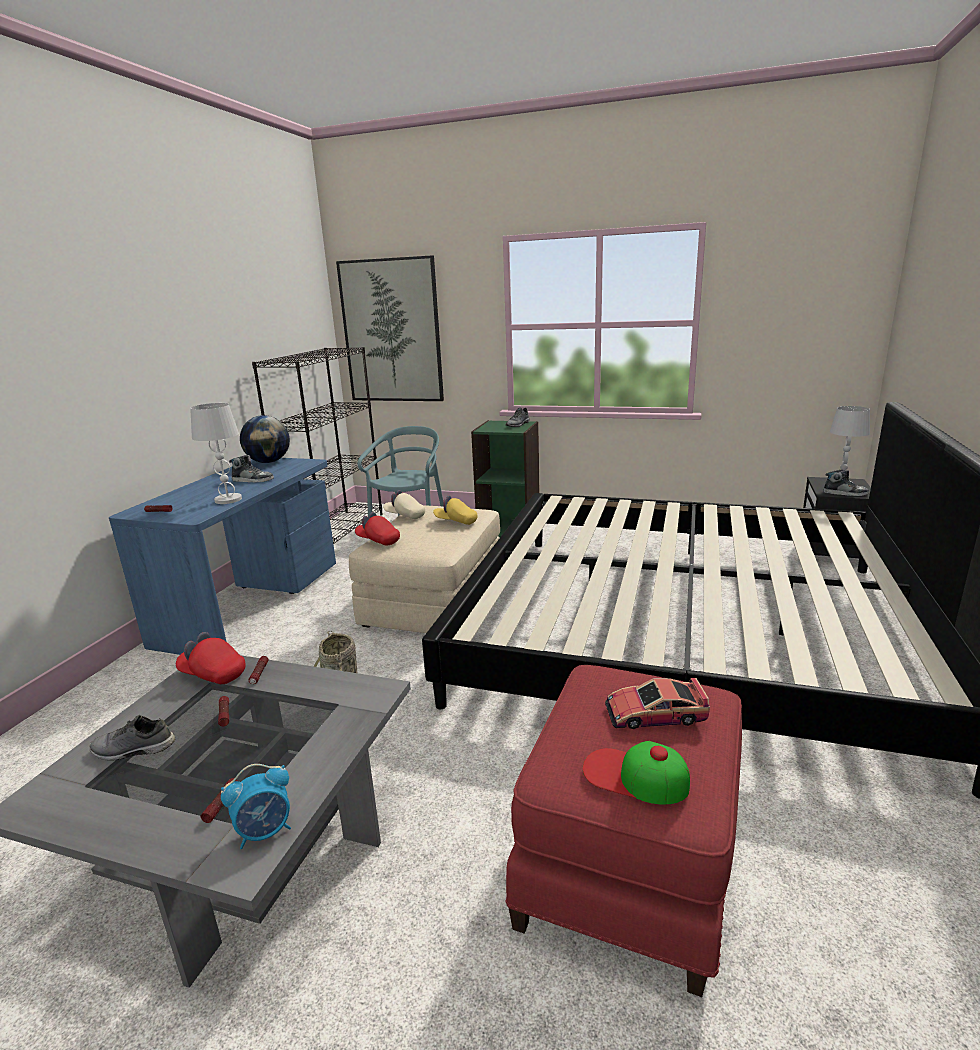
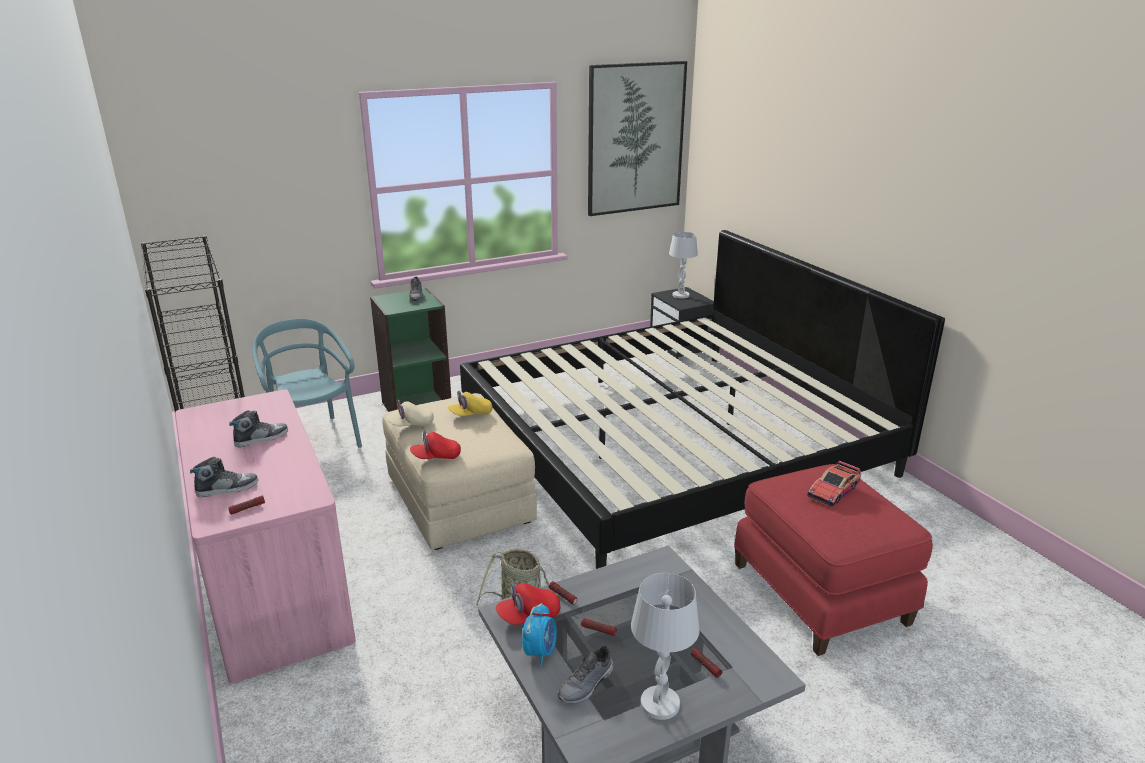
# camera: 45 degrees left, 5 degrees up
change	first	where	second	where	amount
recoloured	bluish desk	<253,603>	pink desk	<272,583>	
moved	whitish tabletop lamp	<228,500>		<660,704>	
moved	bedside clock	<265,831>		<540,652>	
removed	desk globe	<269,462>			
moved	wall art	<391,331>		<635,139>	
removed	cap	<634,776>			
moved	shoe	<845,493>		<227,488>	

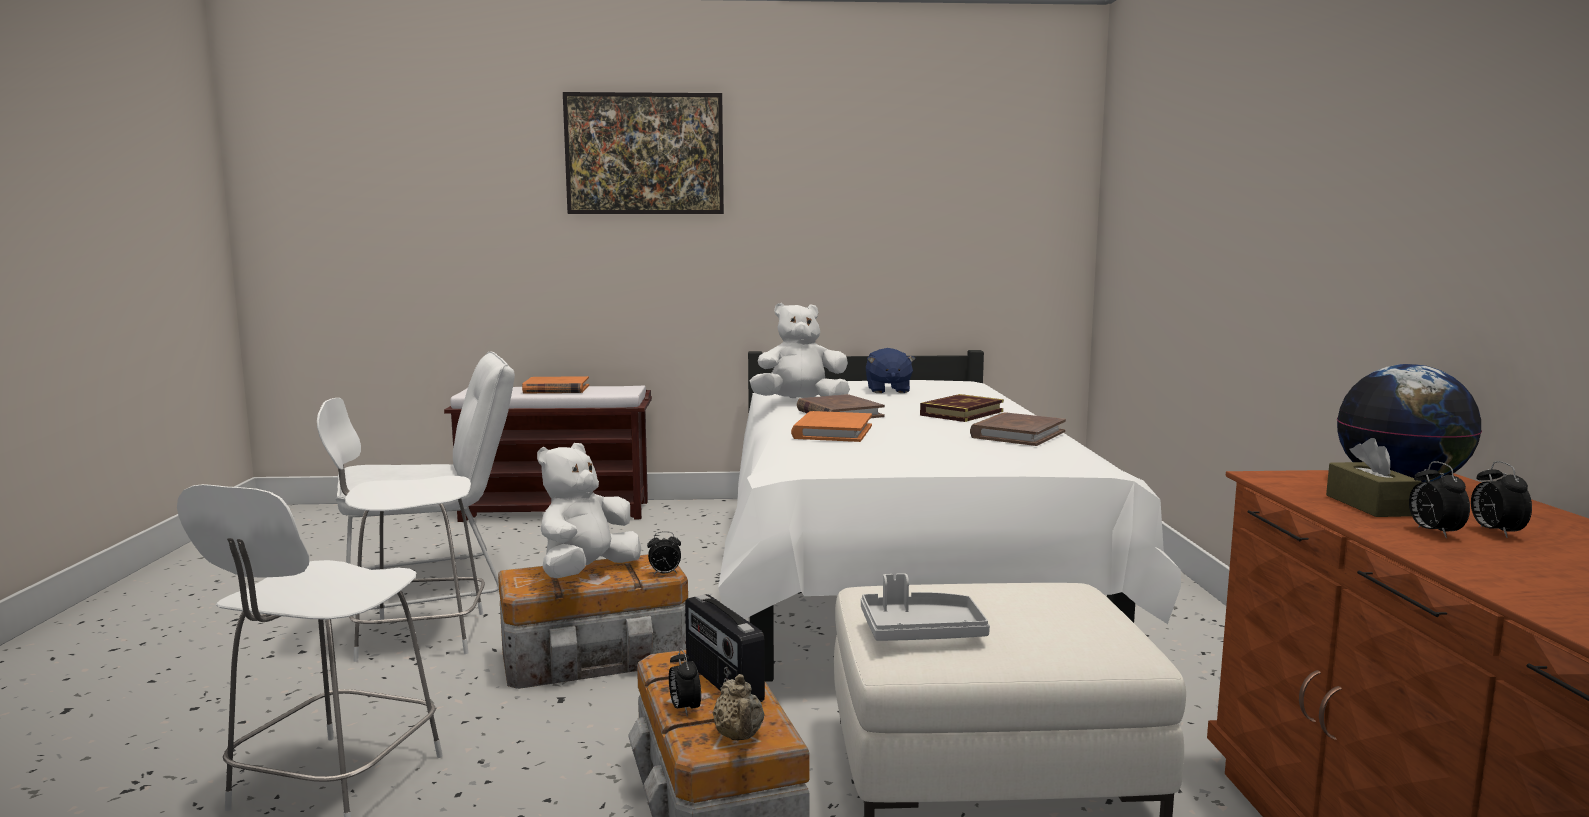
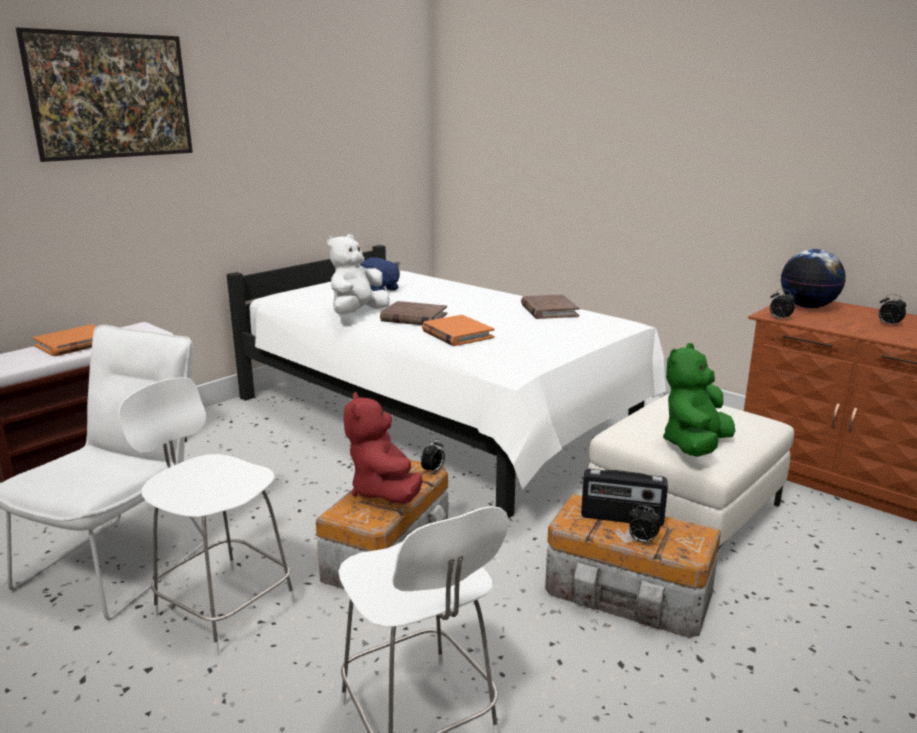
# camera: 45 degrees left, 10 degrees up
change	first	where	second	where	amount
turned	whitish chair	<416,636>		<222,606>	90 degrees clockwise
recoloured	whitish cuddly toy	<586,573>	red cuddly toy	<384,491>	
removed	beige-coloured teapot	<739,737>			
replaced	gray serving tray	<921,632>	green cuddly toy	<695,446>	
removed	bound book	<962,413>			
removed	brownish box of tissues	<1370,505>			
moved	bedside clock	<1433,532>		<779,319>	

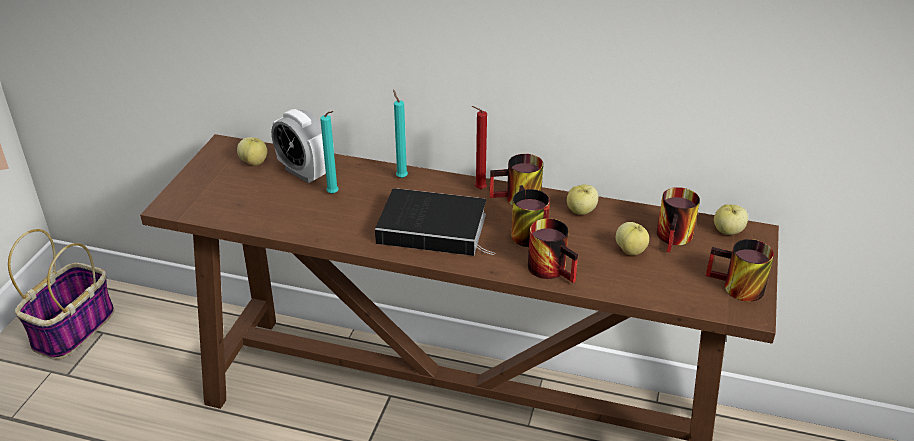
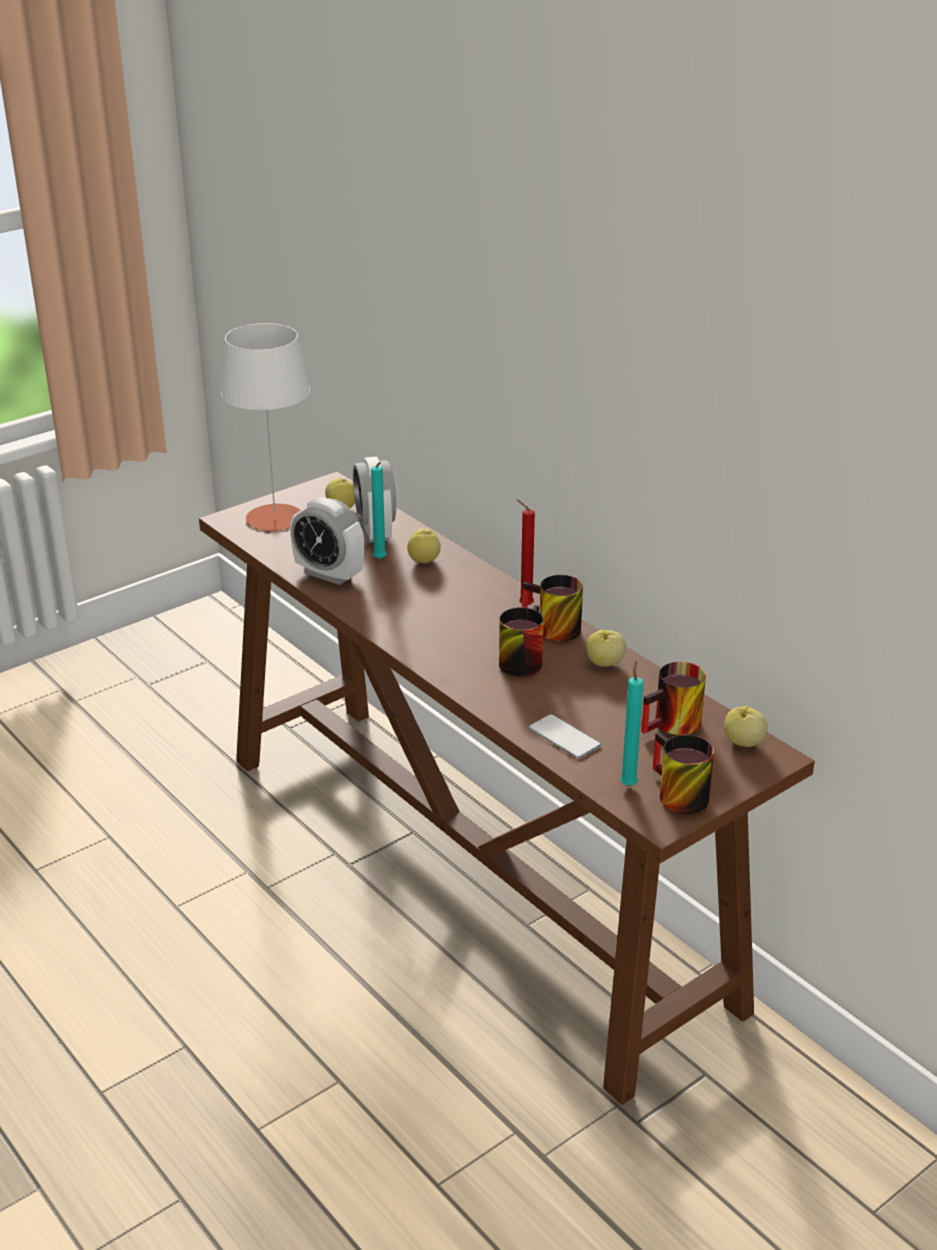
# camera: 35 degrees right, 5 degrees down
change	first	where	second	where	amount
removed	storage basket	<74,328>			
removed	bound book	<436,228>			
moved	turquoise-coloured candle	<401,177>		<628,784>	
removed	coffee mug	<554,268>			
moved	apple	<631,250>		<424,560>	
added			whitish tabletop lamp	<275,518>	
added			bedside clock	<329,574>	
added			handset	<564,737>	

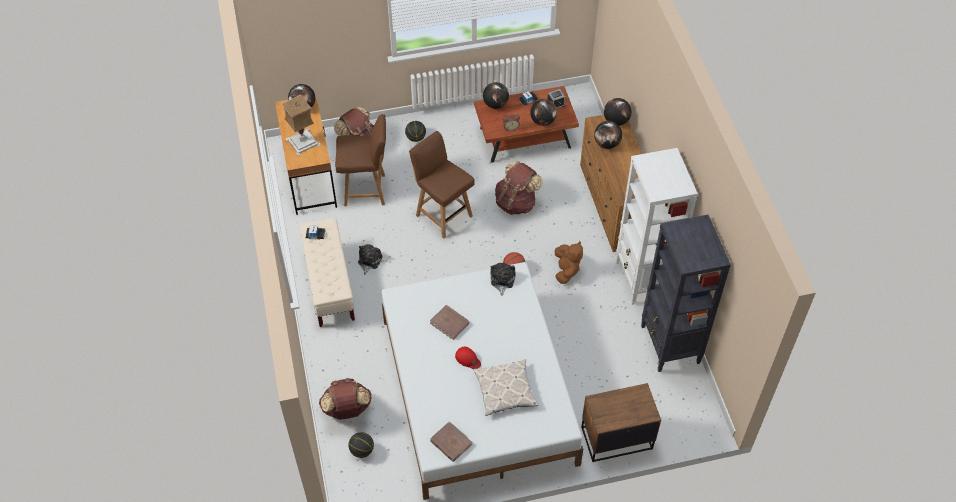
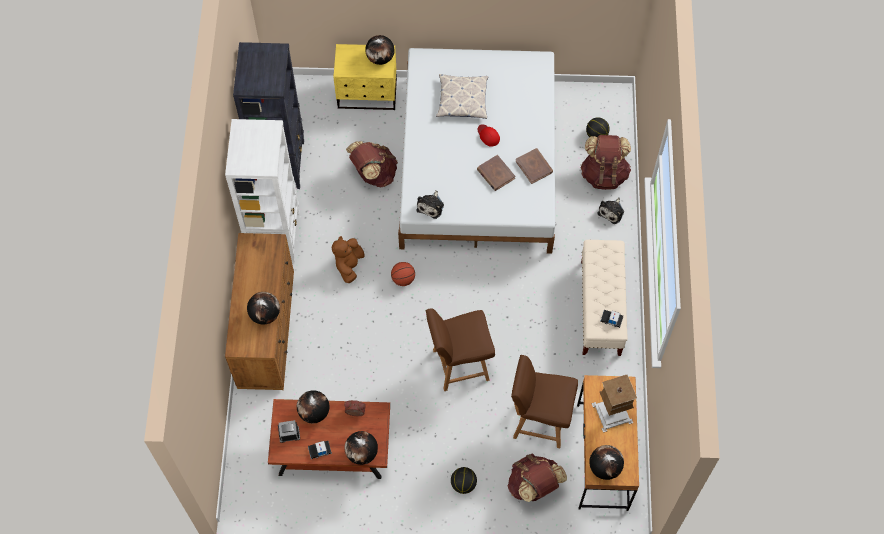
# camera: 165 degrees left, 10 degrees up
change	first	where	second	where	amount
moved	cuddly toy	<369,261>		<612,211>	
turned	brownish chair	<443,215>		<459,365>	105 degrees clockwise
moved	brownish bound book	<451,443>		<534,167>	
moved	brownish knapsack	<516,203>		<373,174>	
recoloured	brownish night table	<616,437>	yellowish night table	<367,94>	
moved	desk globe	<616,121>		<380,58>	

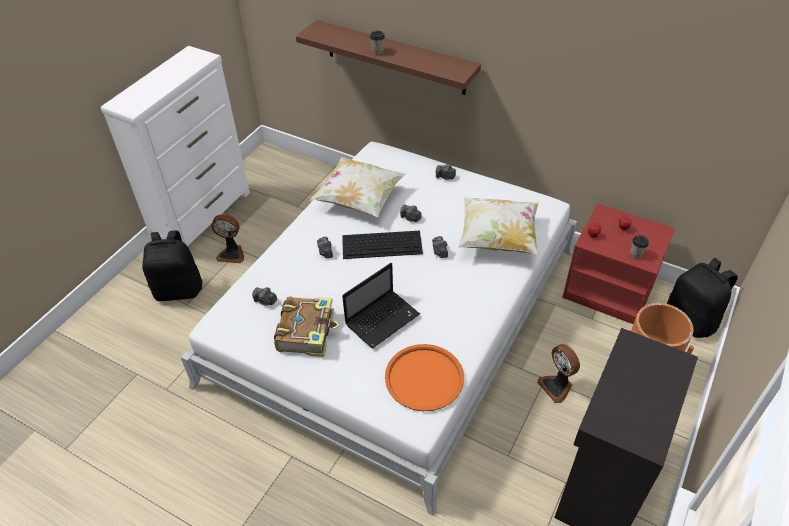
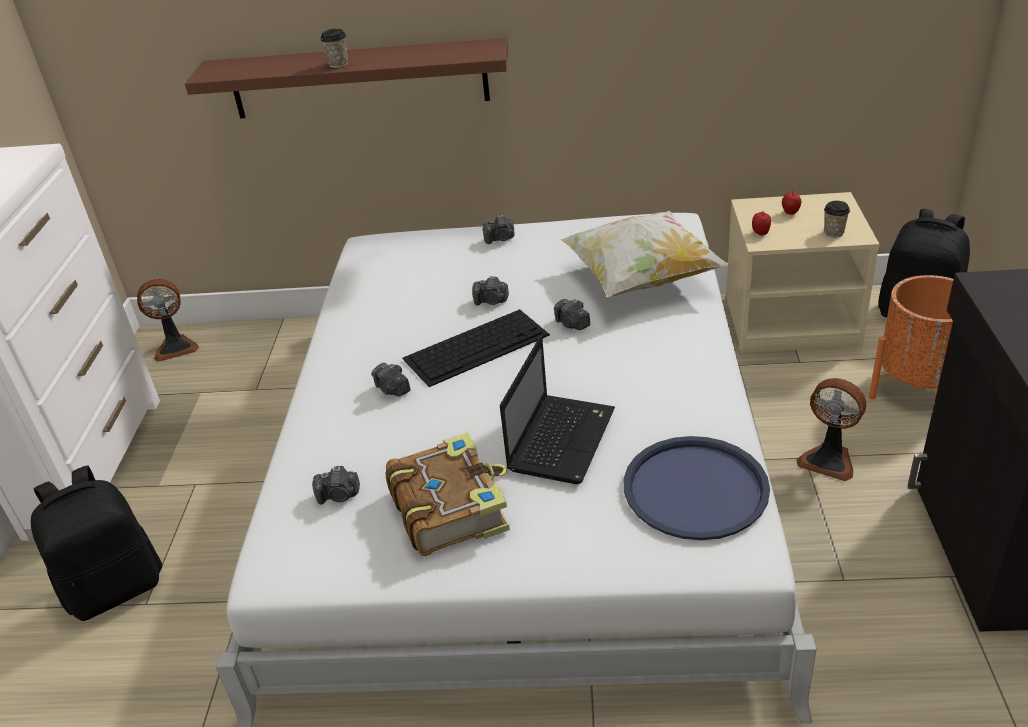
# camera: 25 degrees left, 10 degrees down
change	first	where	second	where	amount
moved	fan	<232,254>		<176,347>	
removed	cushion	<359,199>			
recoloured	orangey serving tray	<424,378>	bluish serving tray	<695,488>	
recoloured	red night table	<610,289>	beige-coloured night table	<792,321>	

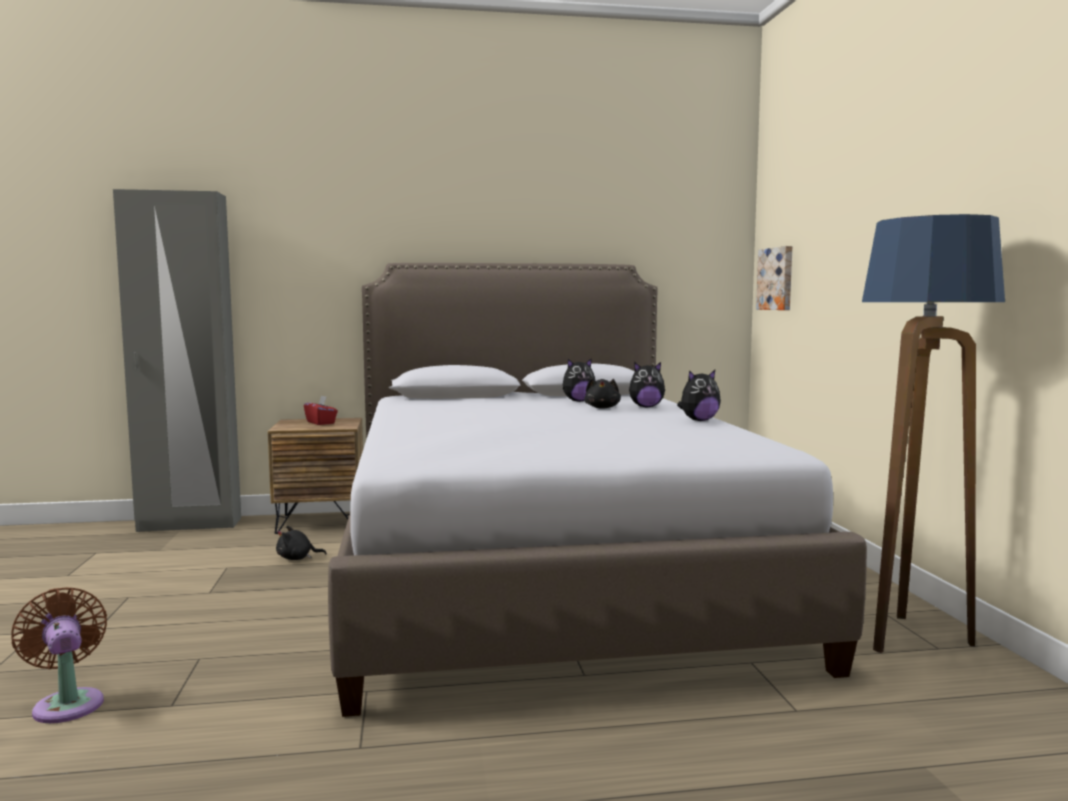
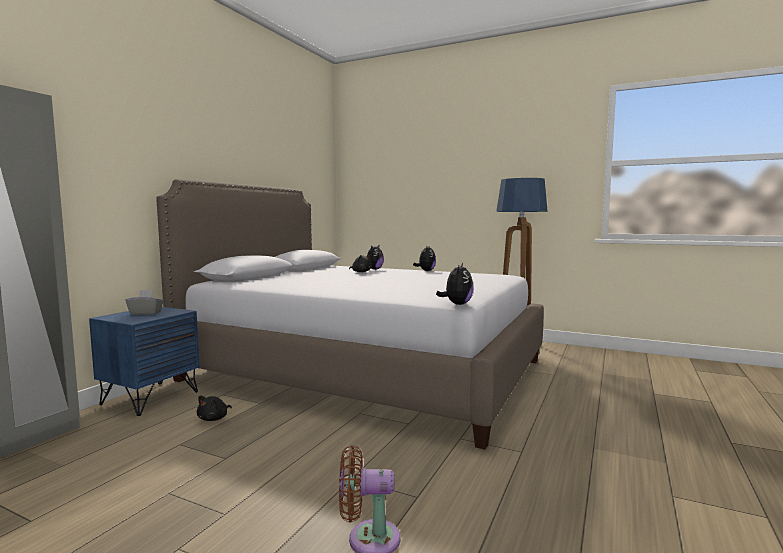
# camera: 55 degrees left, 0 degrees up
change	first	where	second	where	amount
recoloured	brownish night table	<321,522>	bluish night table	<150,398>	
recoloured	red box of tissues	<321,423>	gray box of tissues	<146,313>	
moved	cuddly toy	<578,401>		<457,304>	
removed	wall art	<777,279>			

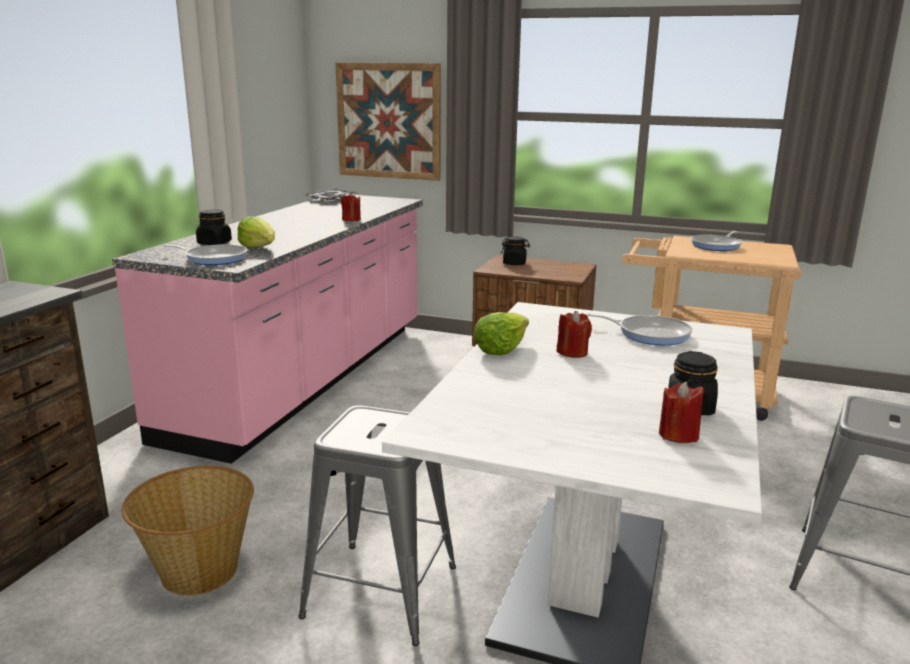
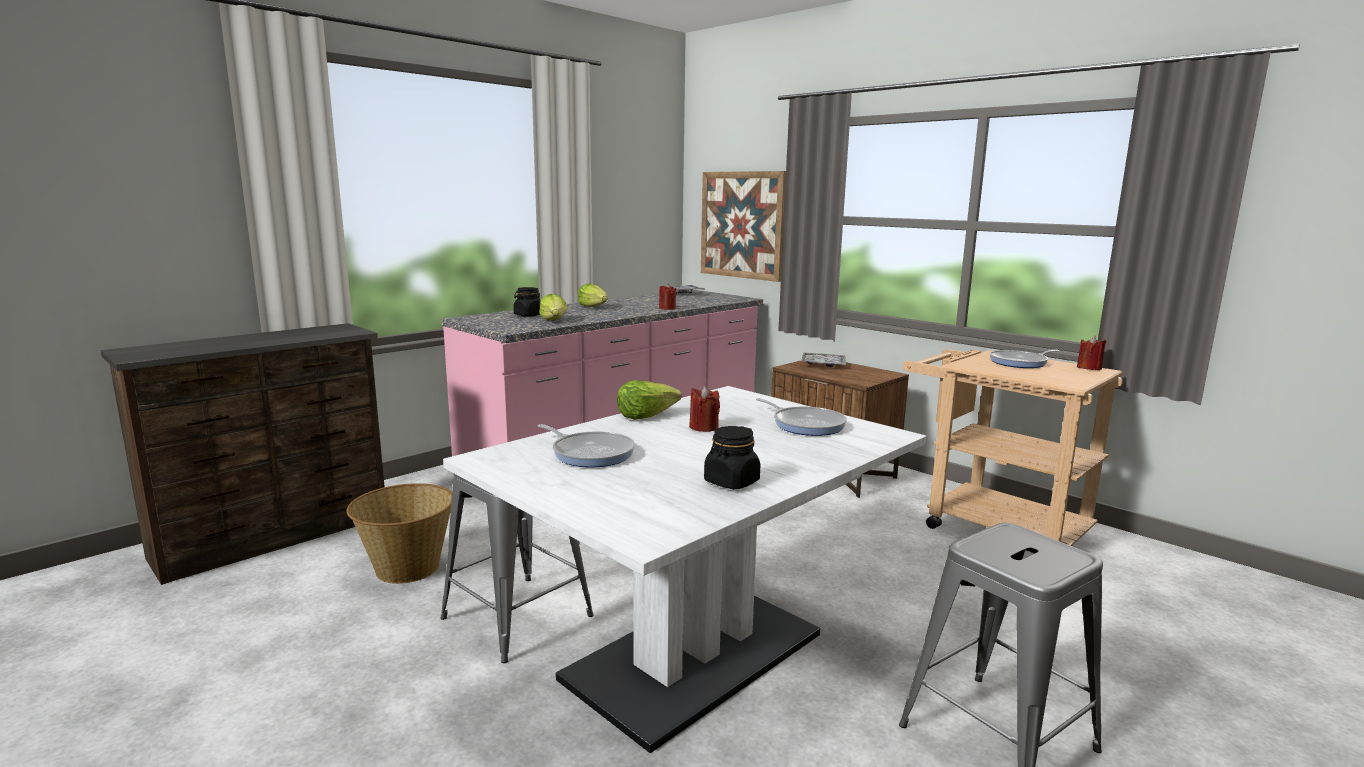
# camera: 25 degrees right, 5 degrees down
change	first	where	second	where	amount
moved	pan	<213,258>		<590,453>	
replaced	black-coloured jar	<514,263>	serving tray	<823,365>	
moved	red candle	<678,435>		<1089,368>	
added			lettuce	<594,307>	

